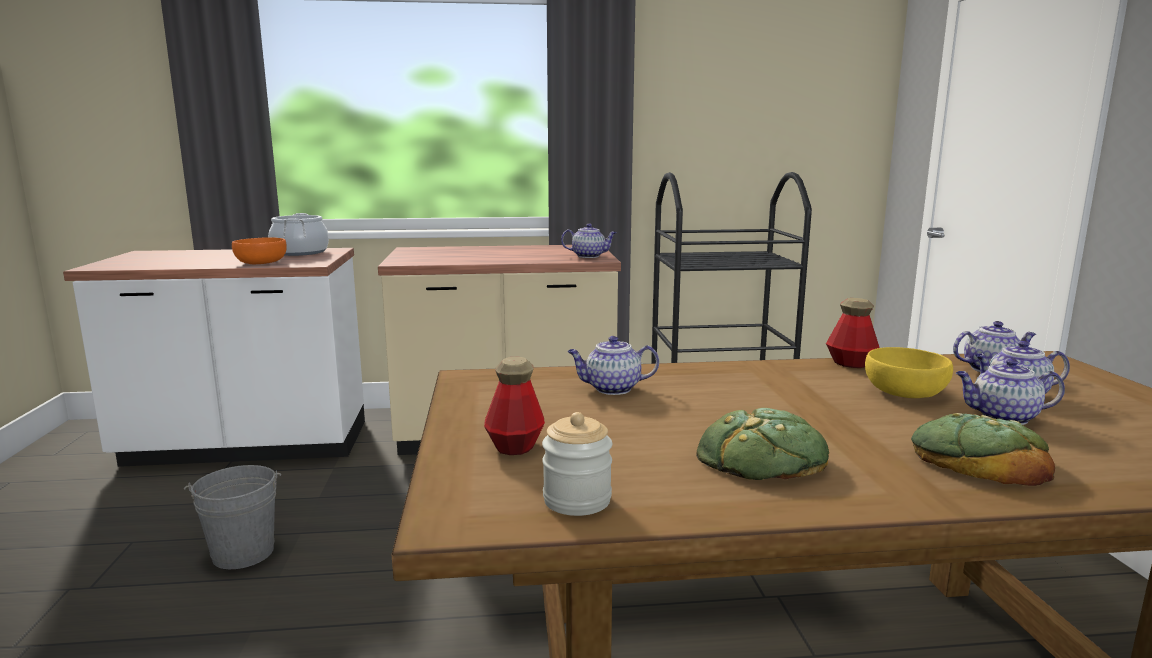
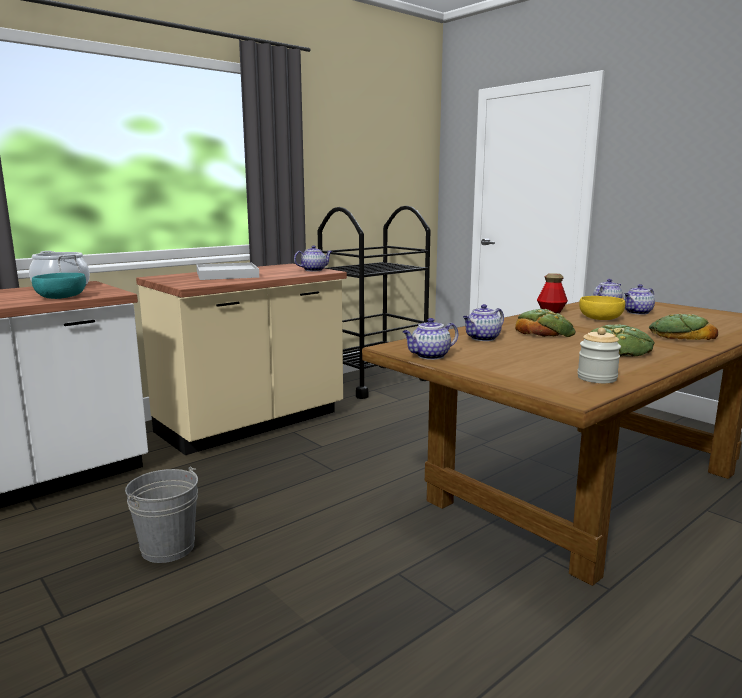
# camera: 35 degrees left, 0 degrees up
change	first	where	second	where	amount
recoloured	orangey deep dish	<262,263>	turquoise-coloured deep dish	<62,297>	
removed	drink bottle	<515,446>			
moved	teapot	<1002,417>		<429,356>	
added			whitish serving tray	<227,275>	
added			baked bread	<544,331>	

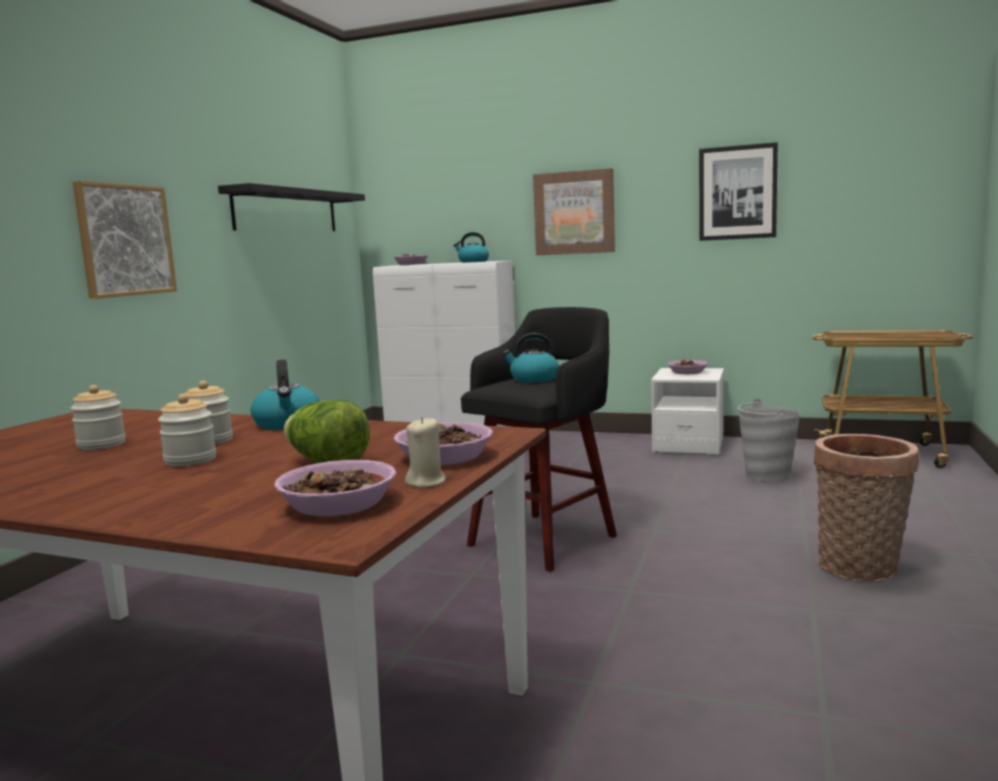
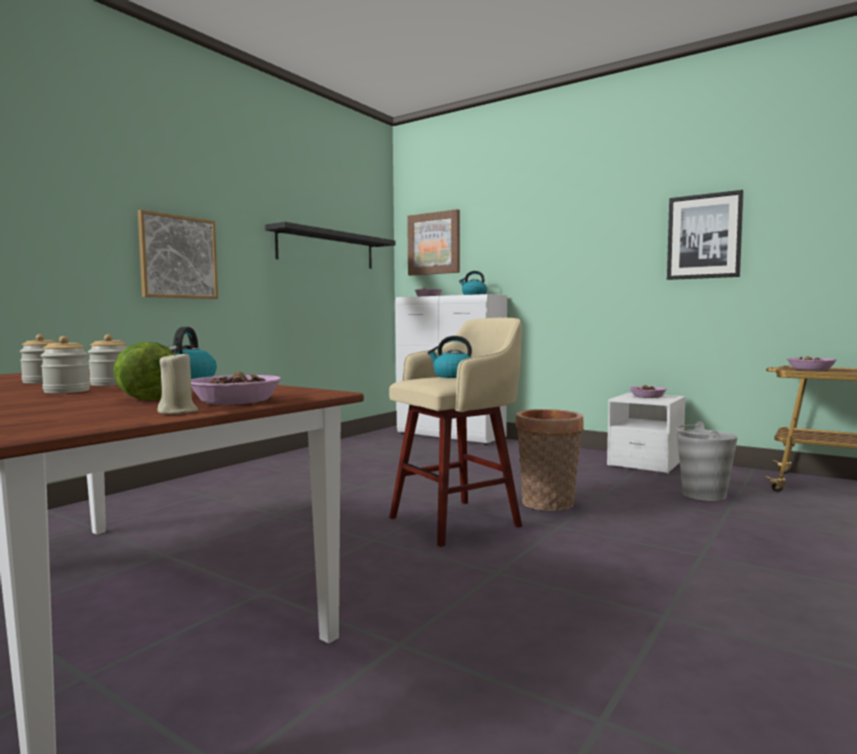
# camera: 15 degrees right, 5 degrees down
change	first	where	second	where	amount
moved	deep dish	<338,504>		<810,369>	
recoloured	black-coloured sitting stool	<546,539>	beige-coloured sitting stool	<458,521>	
moved	wall art	<574,213>		<434,243>	
moved	storage basket	<860,569>		<548,505>	

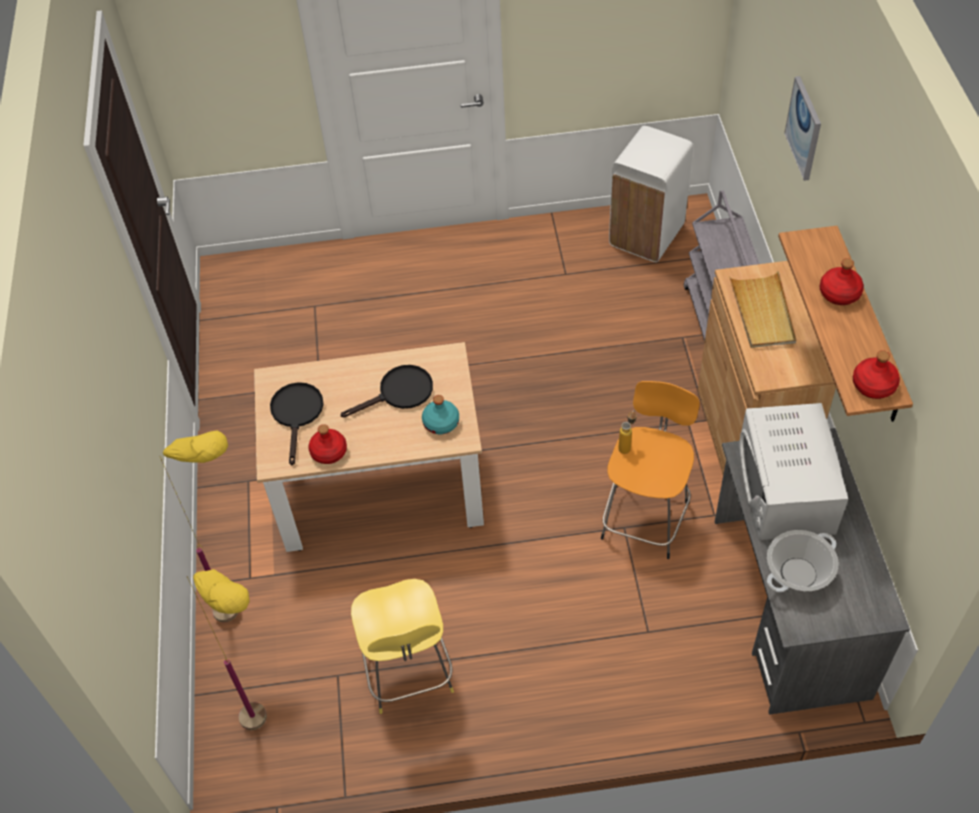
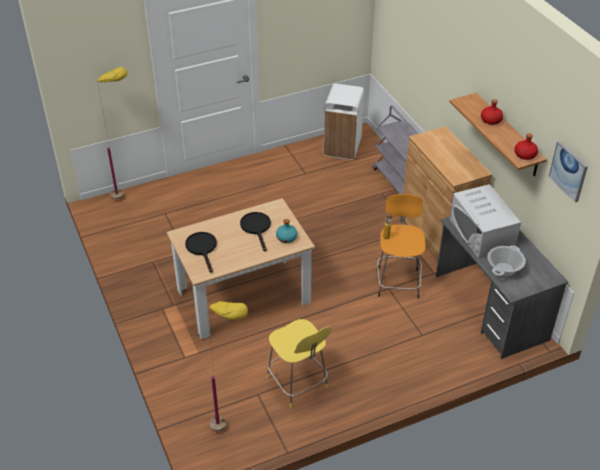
# camera: 20 degrees left, 10 degrees down
change	first	where	second	where	amount
moved	yellowish standard lamp	<250,610>		<128,195>	
removed	red drink bottle	<329,451>			
turned	black-coloured pan	<399,393>		<256,228>	60 degrees counterclockwise
removed	beige-coloured serving tray	<762,312>			
moved	wall art	<804,128>		<568,171>	

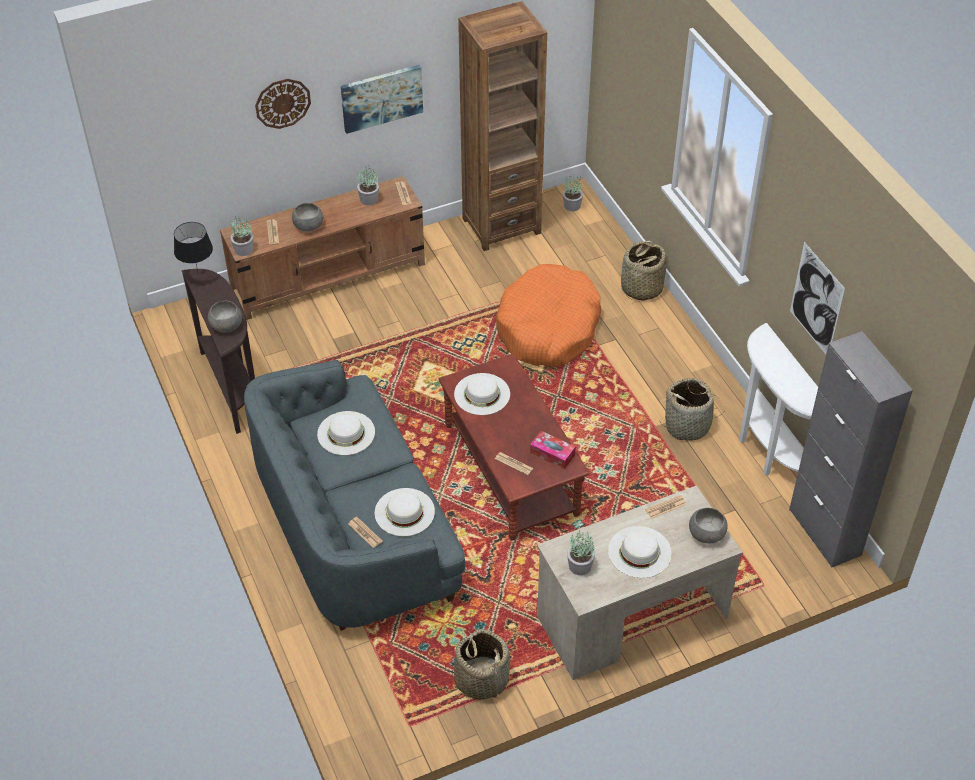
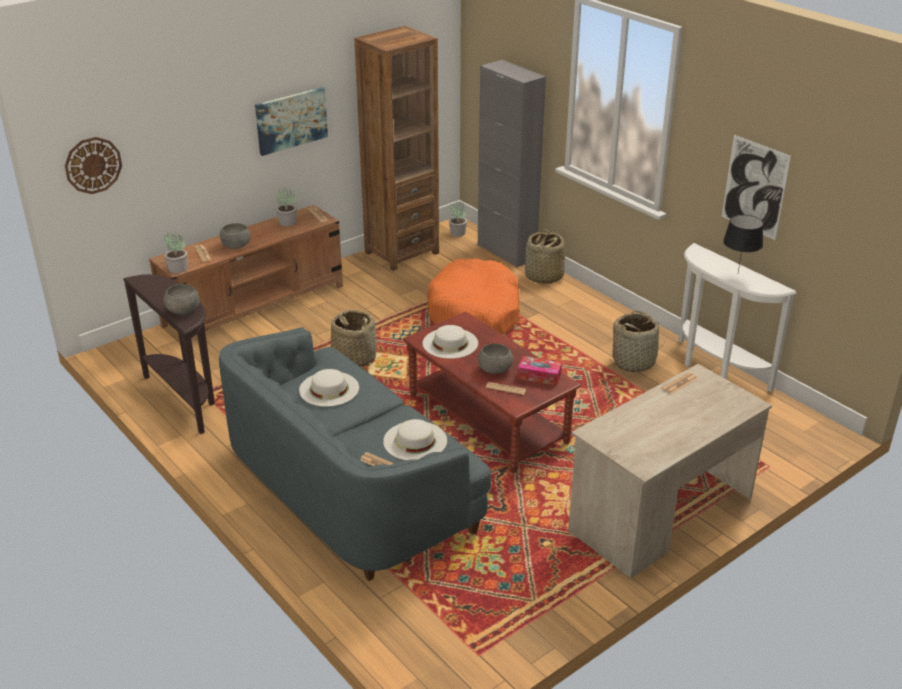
# camera: 15 degrees left, 15 degrees down
change	first	where	second	where	amount
moved	black-coloured tabletop lamp	<198,275>		<738,273>	
moved	wall clock	<282,103>		<93,165>	
moved	storage basket	<481,679>		<353,358>	
removed	houseplant	<580,566>			
removed	whitish clothing hat	<639,552>			
moved	gray deep dish	<707,533>		<495,369>	
moved	gray storage cabinet	<824,532>		<506,252>	

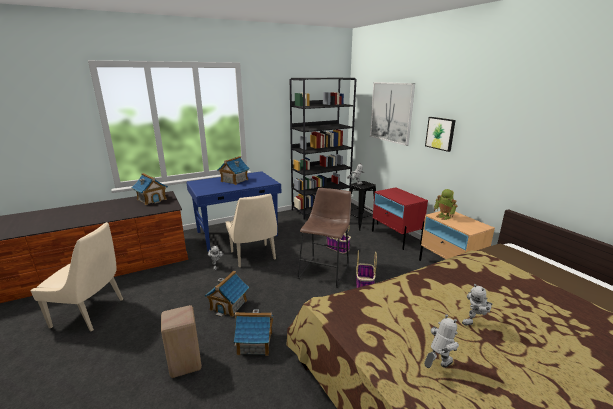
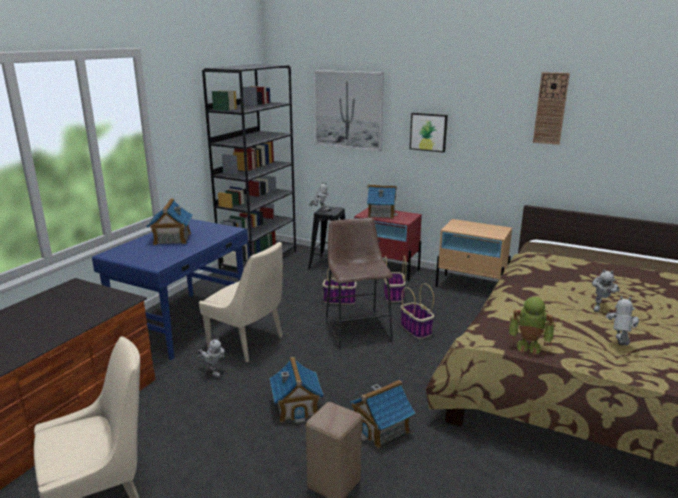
# camera: 35 degrees left, 0 degrees up
change	first	where	second	where	amount
moved	toy house	<152,199>		<381,214>	
moved	model robot	<444,216>		<529,346>	
added			storage basket	<394,295>	
added			wall clock	<550,108>	

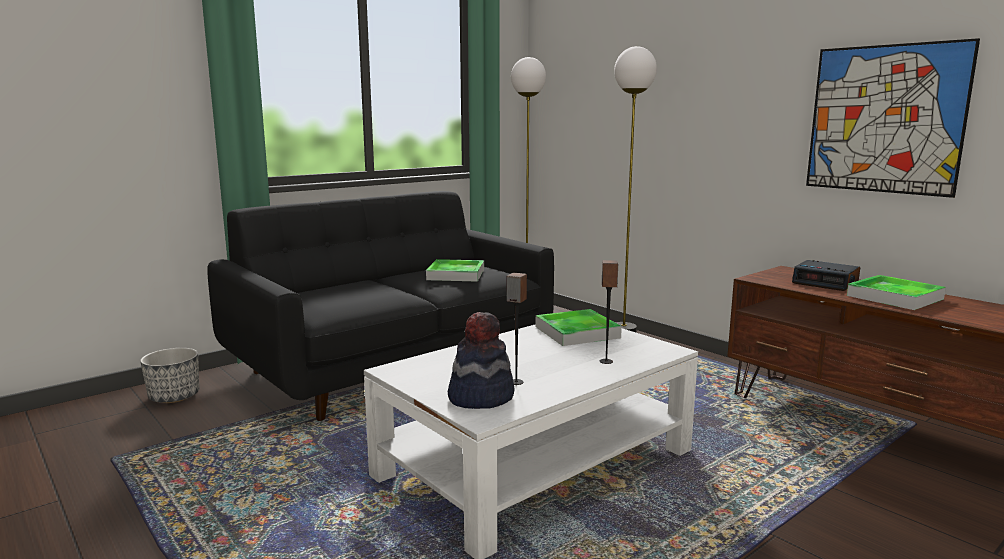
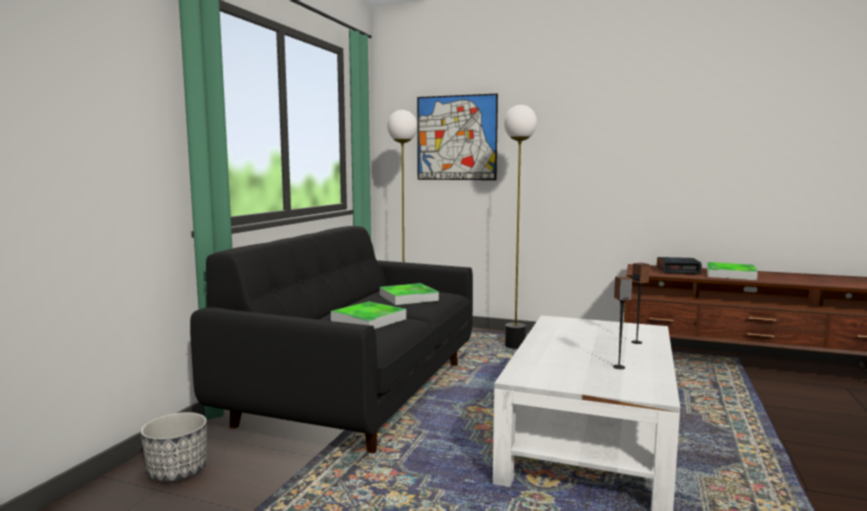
# camera: 30 degrees left, 5 degrees down
change	first	where	second	where	amount
removed	clothing hat	<480,397>			
moved	serving tray	<577,332>		<368,320>	
moved	wall art	<884,119>		<456,138>	

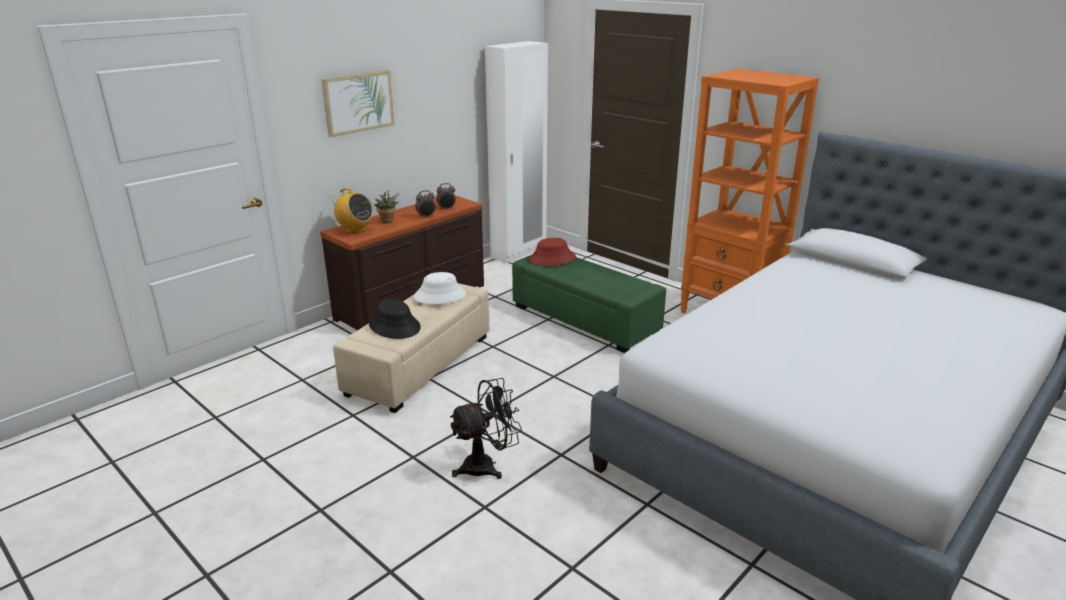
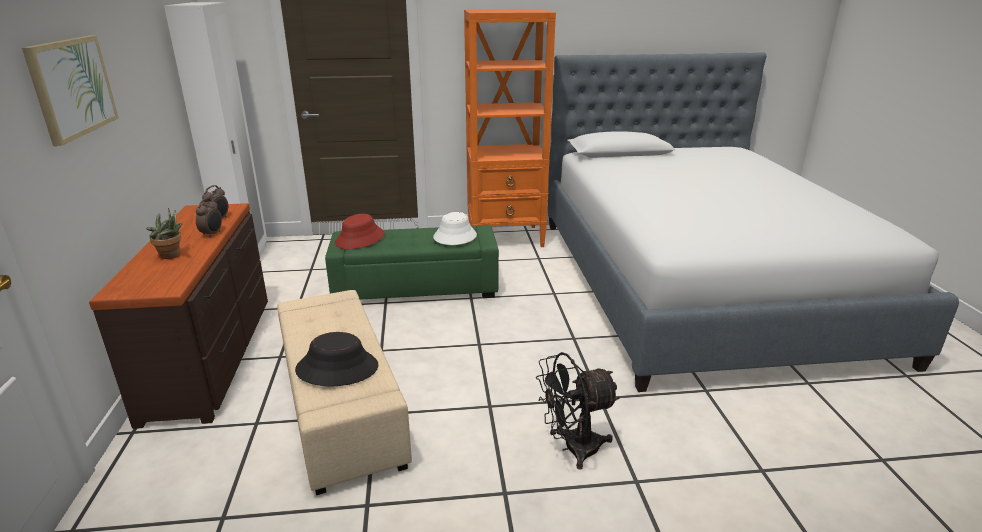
# camera: 50 degrees left, 0 degrees up
change	first	where	second	where	amount
removed	radio set	<355,230>			
moved	whitish clothing hat	<439,296>		<455,236>	
turned	black-coloured fan	<487,465>		<572,448>	120 degrees counterclockwise

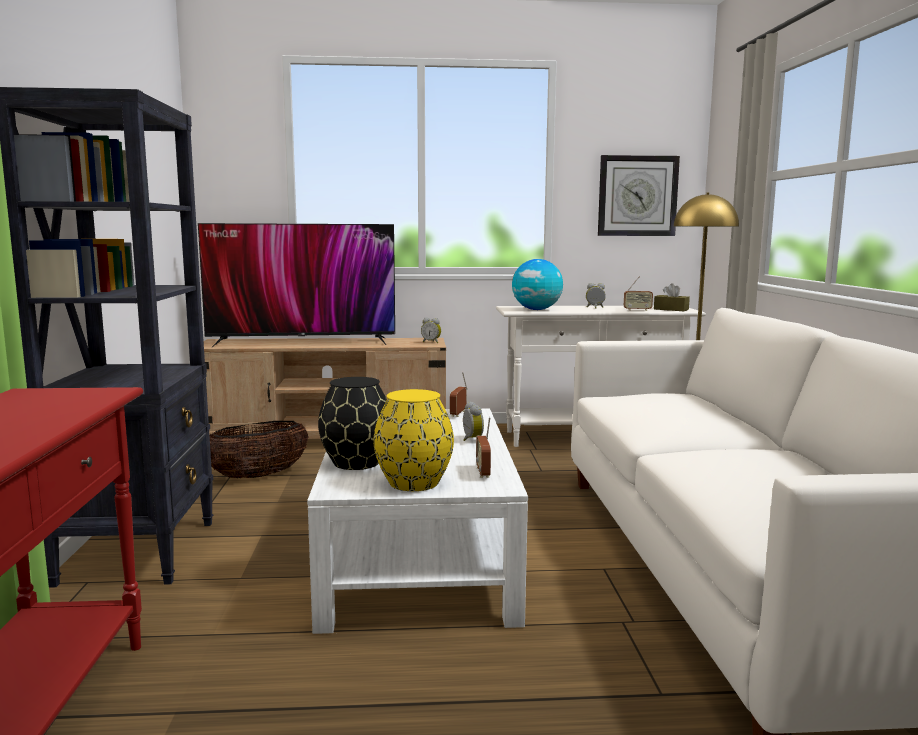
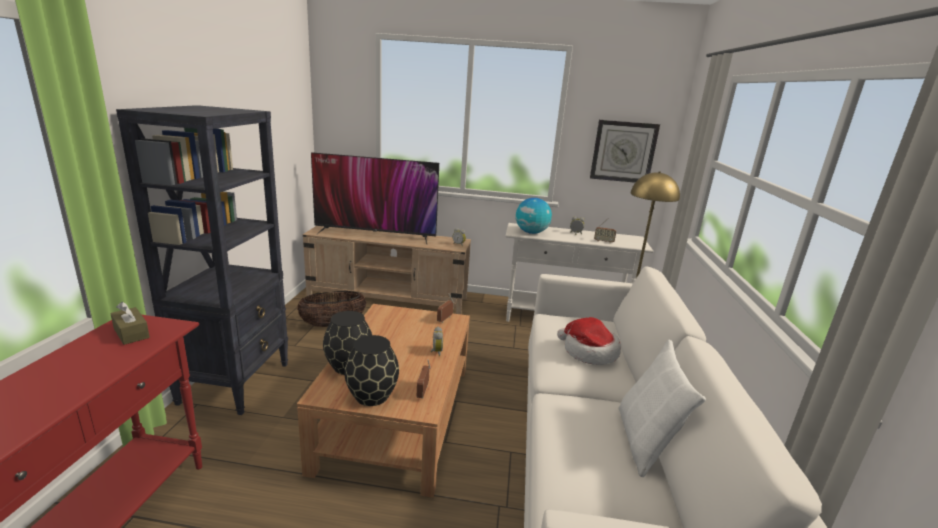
# camera: 10 degrees right, 10 degrees up
change	first	where	second	where	amount
recoloured	whitish lounge table	<418,554>	brownish lounge table	<397,415>	
recoloured	yellowish vase	<415,482>	black-coloured vase	<372,396>	
moved	brownish box of tissues	<671,309>		<131,333>	
added			clothing hat	<588,352>	
added			whitish cushion	<645,442>	

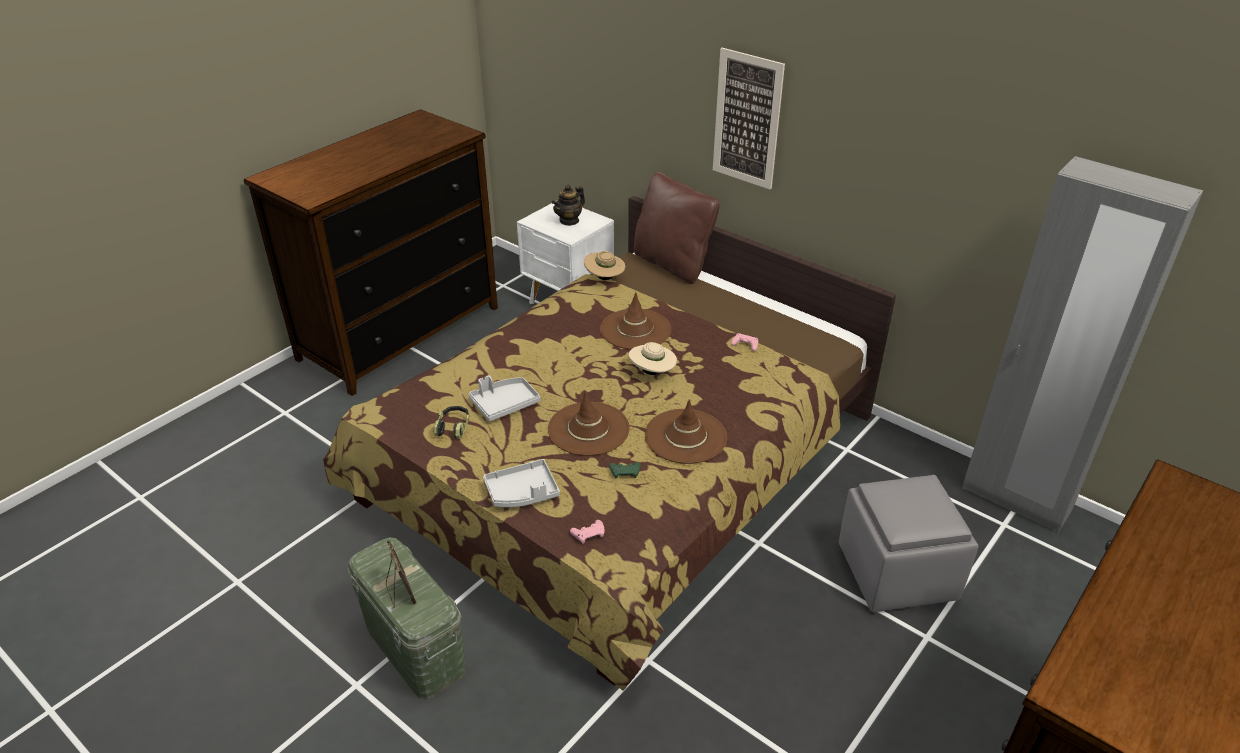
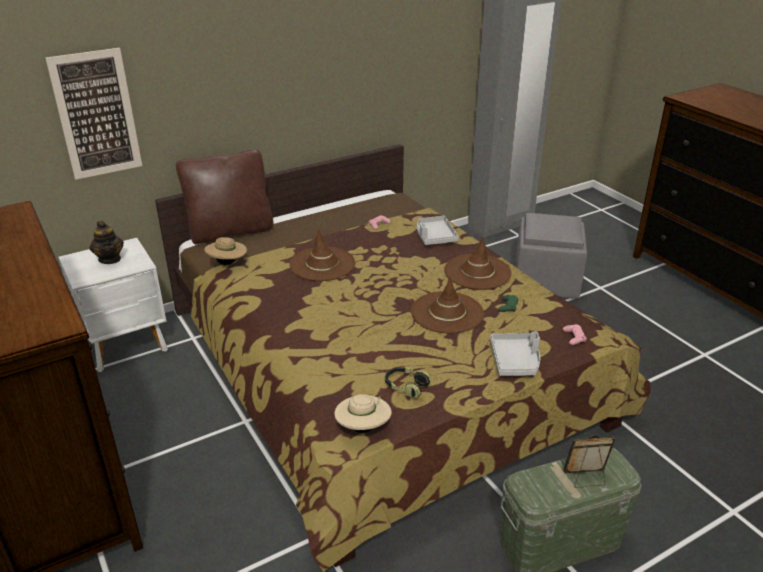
# camera: 70 degrees left, 5 degrees down
change	first	where	second	where	amount
moved	gray serving tray	<504,404>		<434,236>	
moved	beige-coloured clothing hat	<652,372>		<363,428>	
moved	wall art	<747,119>		<96,114>	

